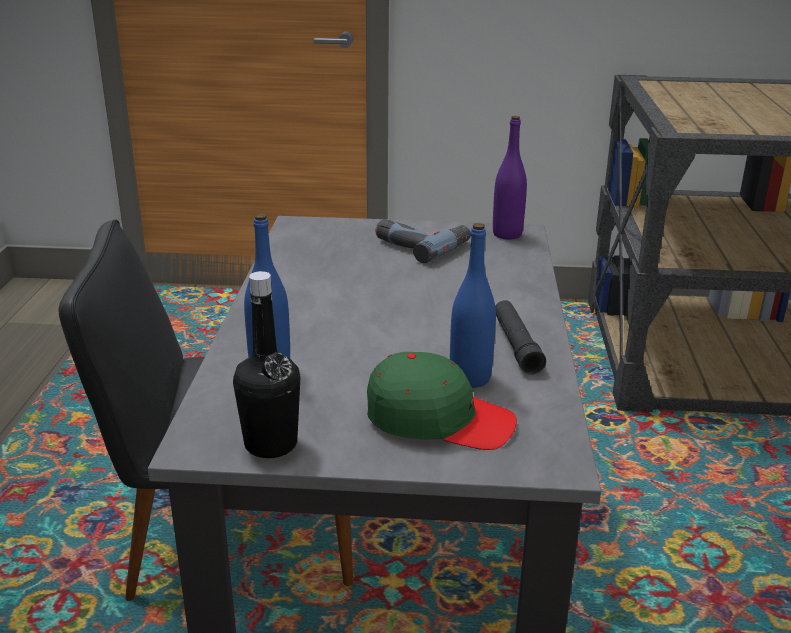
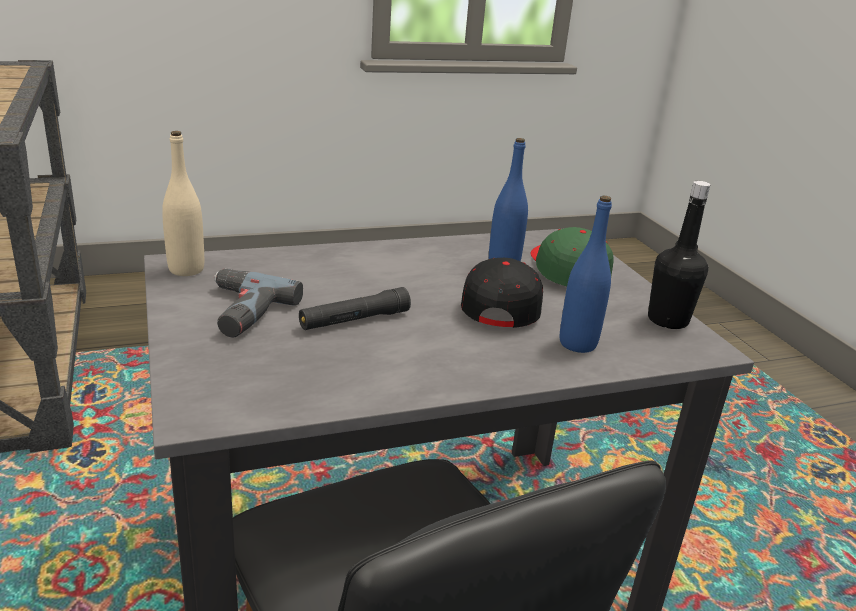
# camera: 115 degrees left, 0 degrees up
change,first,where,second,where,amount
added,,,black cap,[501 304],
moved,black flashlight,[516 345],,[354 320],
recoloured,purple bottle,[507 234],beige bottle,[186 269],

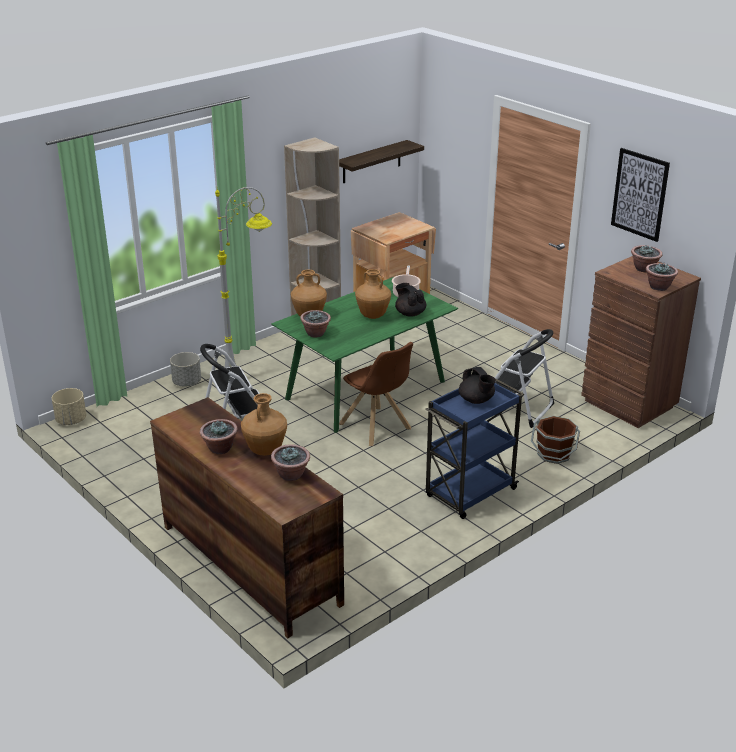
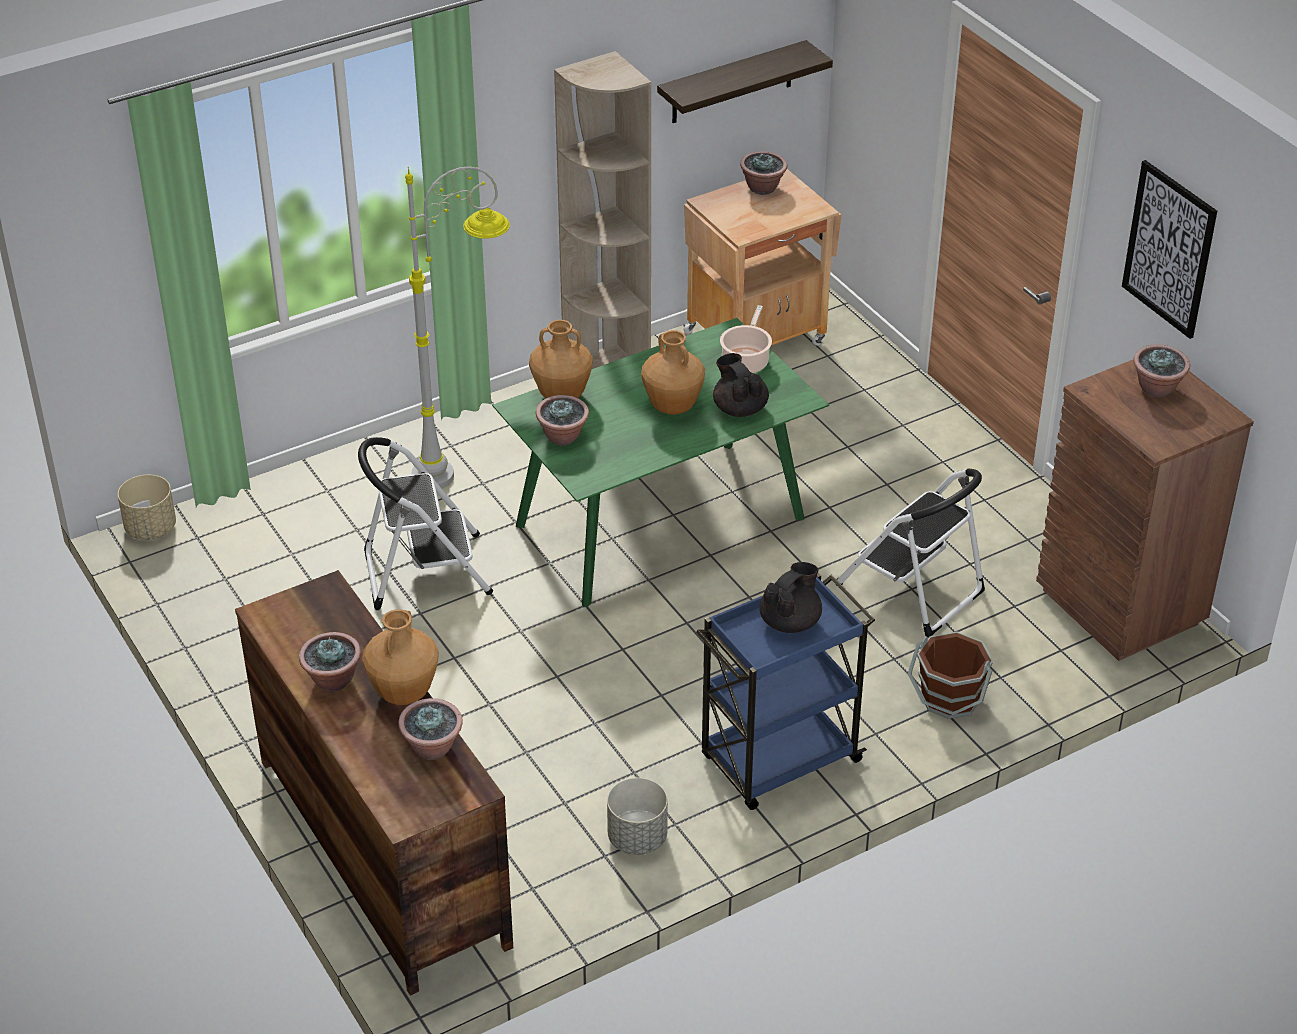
# camera: 10 degrees right, 10 degrees up
change,first,where,second,where,amount
removed,brown chair,[377 428],,,
moved,grey planter,[186 383],,[637 838],
moved,potted plant,[659 287],,[762 188],
turned,black teapot,[476 400],,[790 621],120 degrees counterclockwise

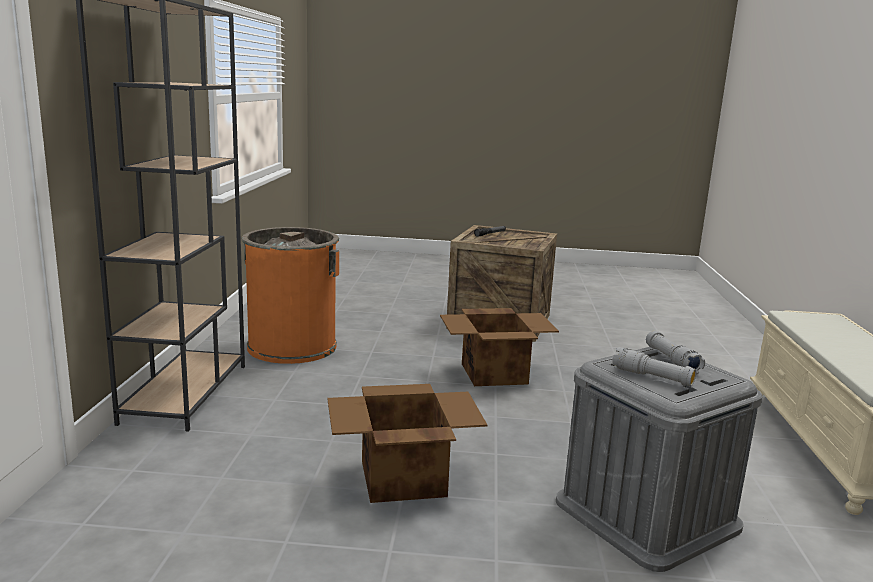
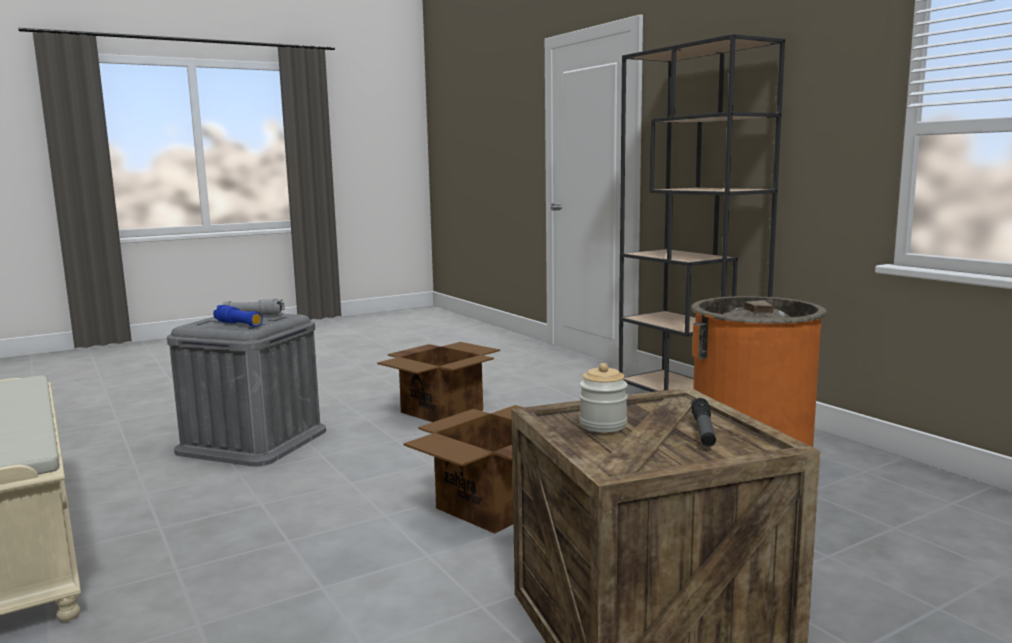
# camera: 145 degrees right, 5 degrees down
change,first,where,second,where,amount
added,,,jar,[603 425],
recoloured,grey flashlight,[672 360],blue flashlight,[239 324],

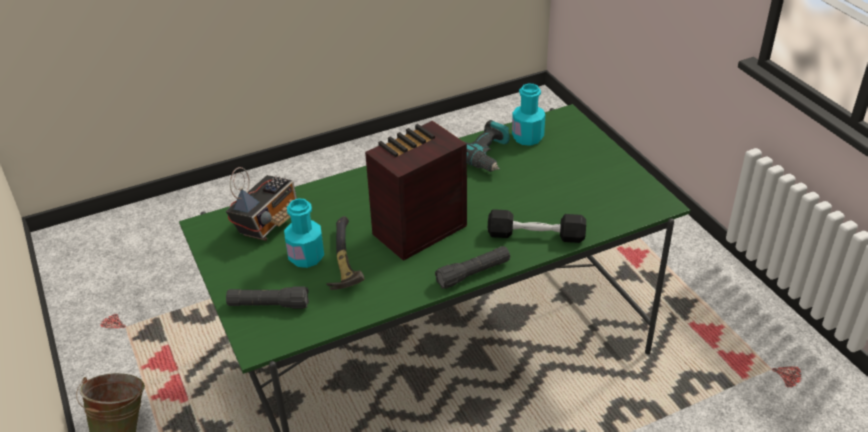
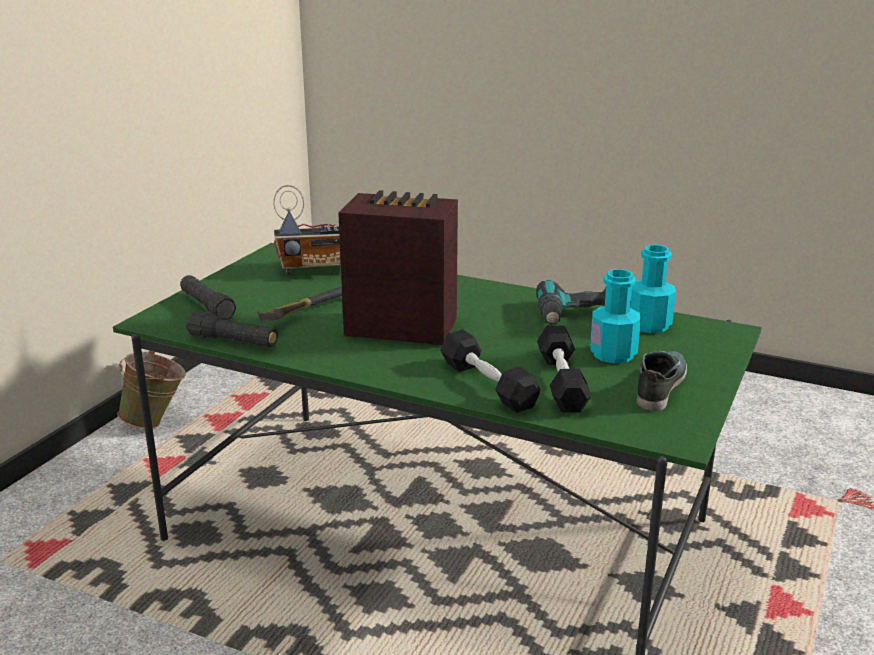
# camera: 50 degrees right, 15 degrees down
change,first,where,second,where,amount
added,,,black dumbbell,[562 382],
added,,,shoe,[659 386],
moved,turquoise bottle,[306 257],,[613 354],
moved,black flashlight,[473 274],,[233 342],

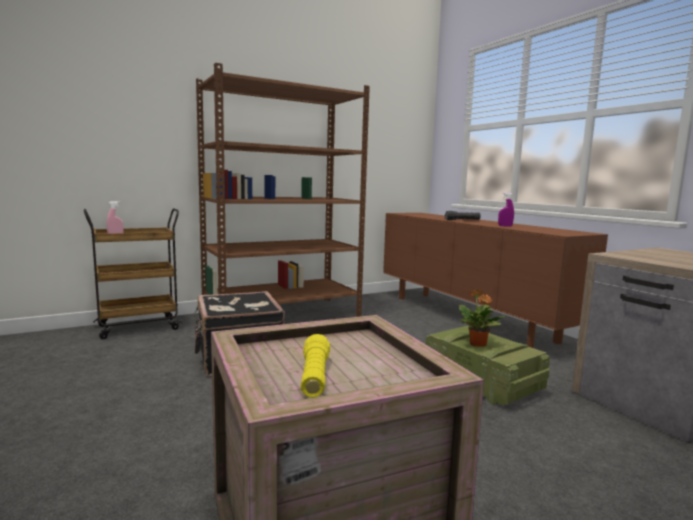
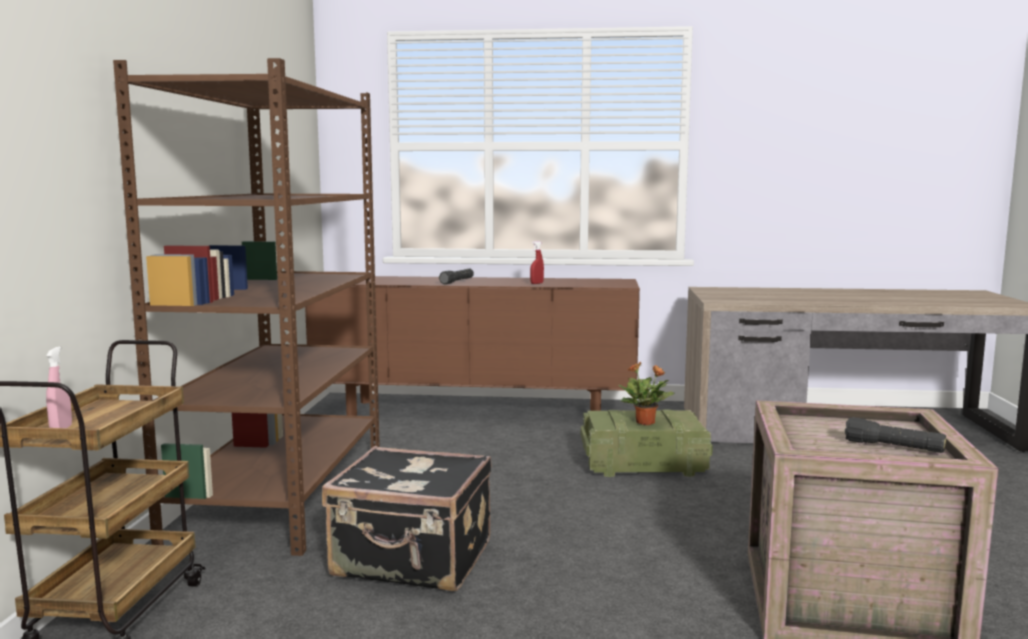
# camera: 55 degrees left, 0 degrees up
change,first,where,second,where,amount
recoloured,yellow flashlight,[314 377],black flashlight,[893 447],
recoloured,purple spray bottle,[505 226],red spray bottle,[537 283],

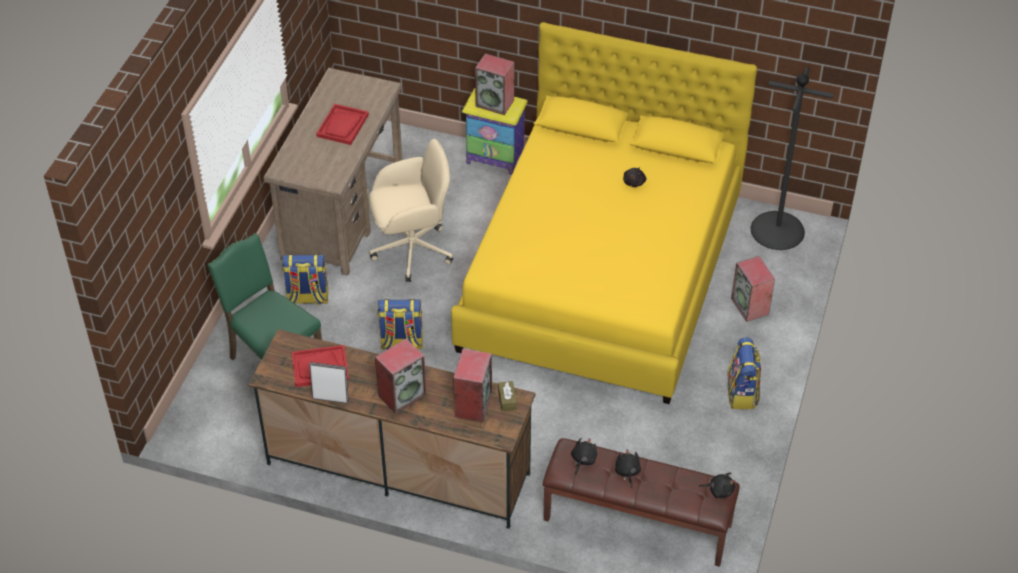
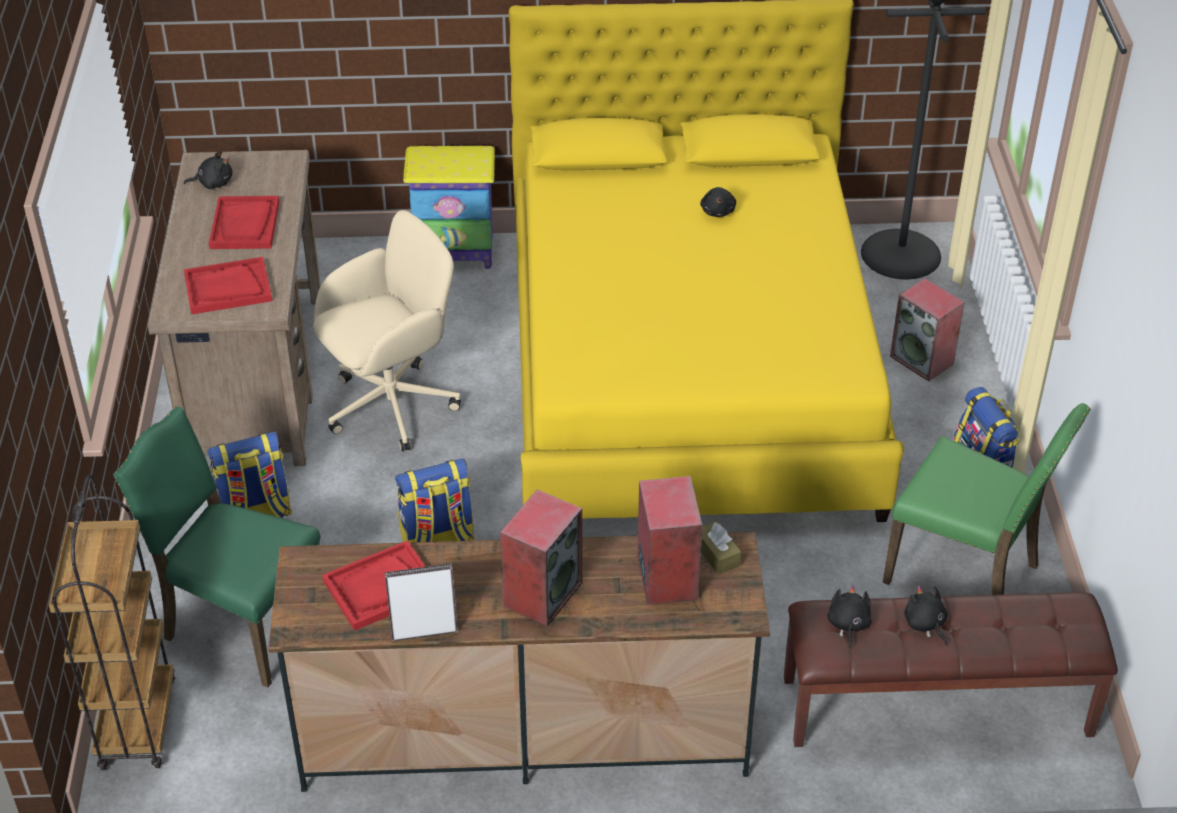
# camera: 20 degrees left, 5 degrees down
change,first,where,second,where,amount
removed,speaker,[495 103],,,
added,,,brown cart,[137 725],
added,,,red tray,[227 288],
added,,,green chair,[966 572],
moved,black plush toy,[719 490],,[213 183],

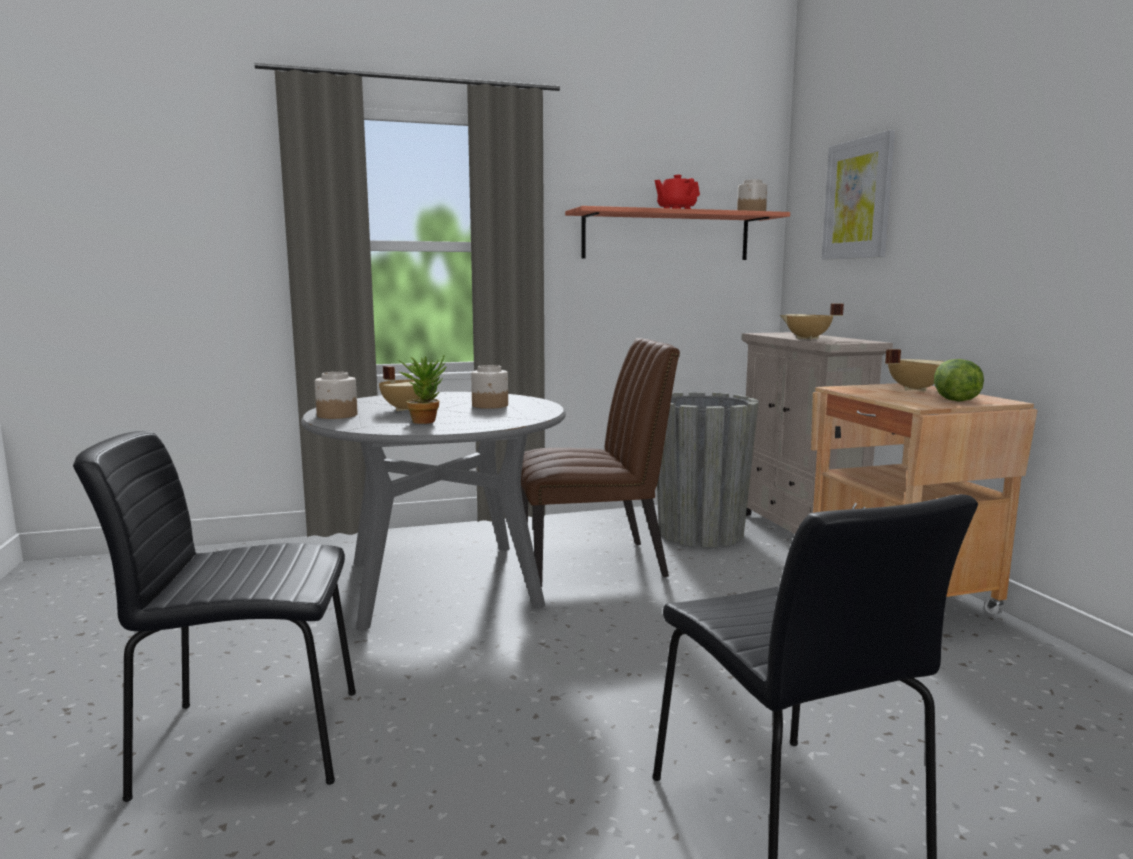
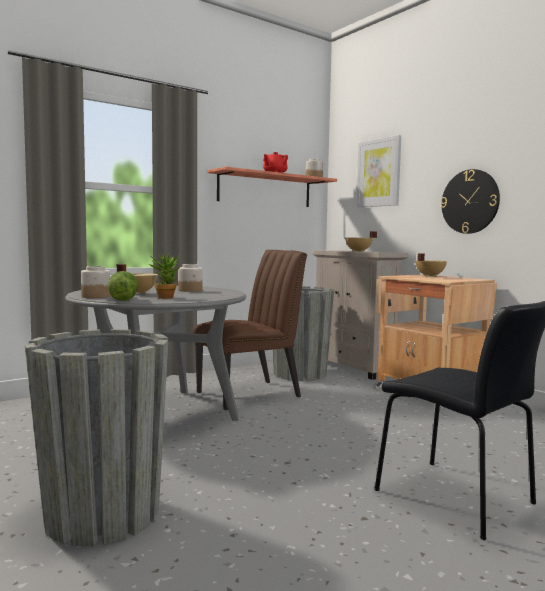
# camera: 20 degrees left, 5 degrees down
change,first,where,second,where,amount
added,,,wall clock,[470 201],
moved,lettuce,[953 400],,[122 300],
replaced,black chair,[243 742],grey planter,[102 515],

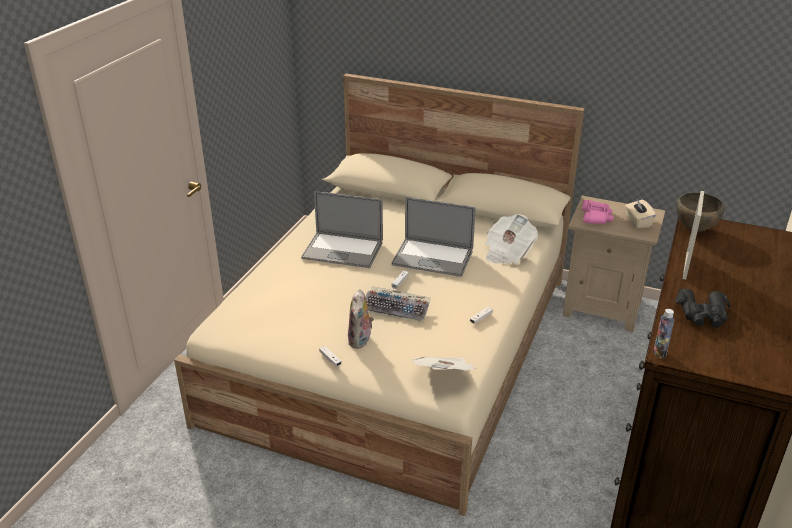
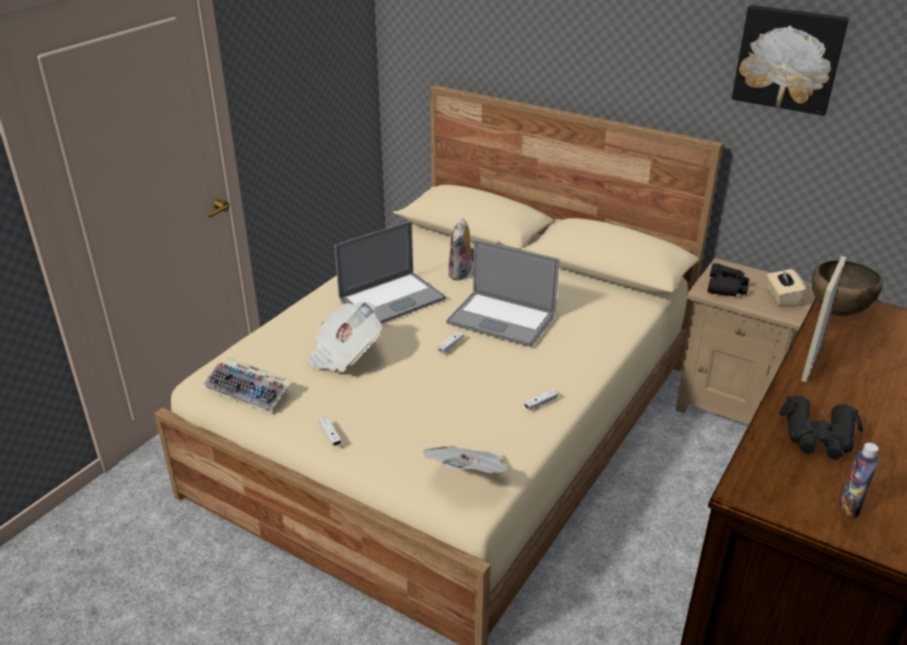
# camera: 10 degrees right, 0 degrees up
change,first,where,second,where,amount
added,,,picture,[788 59],
moved,plush toy,[361 341],,[461 274],
moved,keyboard,[397 309],,[250 391],
moved,newspaper,[507 252],,[344 354],
moved,bottle,[659 353],,[850 507],
recoloured,pink binoculars,[596 217],black binoculars,[726 287],
turned,laptop,[342 250],,[392 299],60 degrees counterclockwise

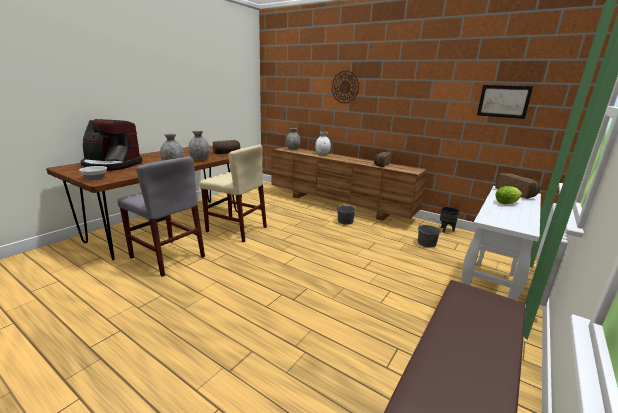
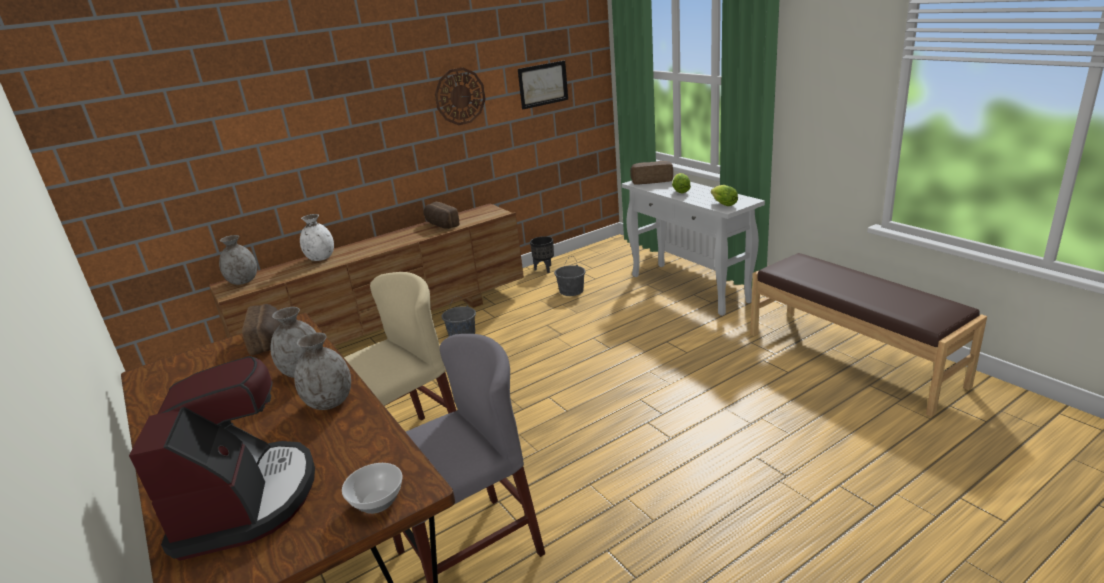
# camera: 65 degrees left, 5 degrees up
change,first,where,second,where,amount
added,,,lettuce,[722 204],
moved,wall clock,[345 87],,[460 96],
turned,coffee machine,[111 165],,[246 500],45 degrees counterclockwise

